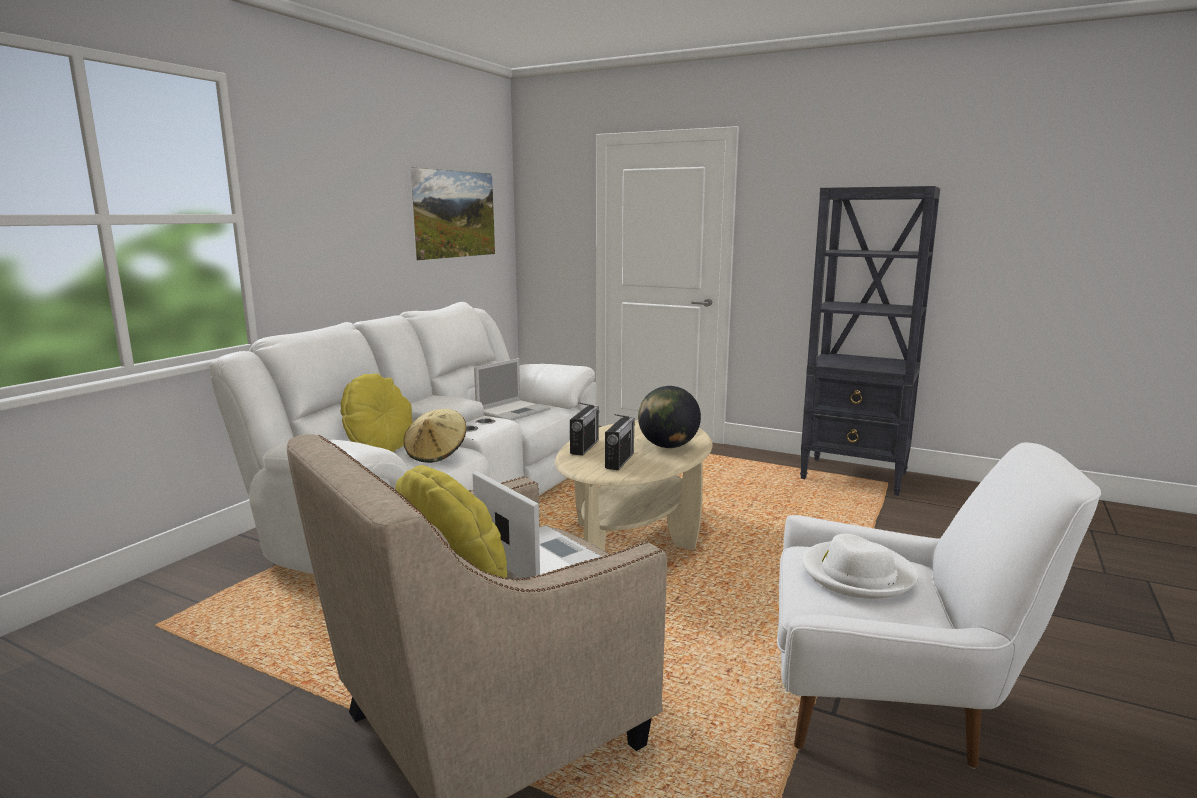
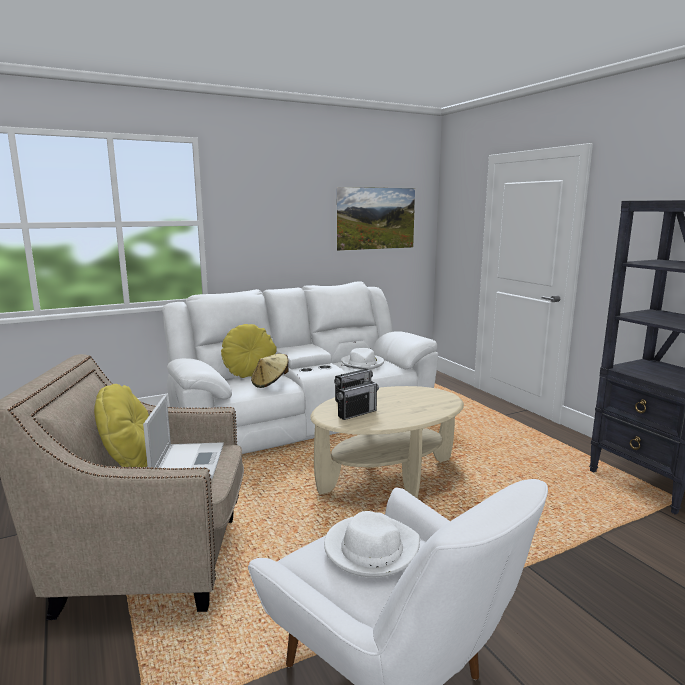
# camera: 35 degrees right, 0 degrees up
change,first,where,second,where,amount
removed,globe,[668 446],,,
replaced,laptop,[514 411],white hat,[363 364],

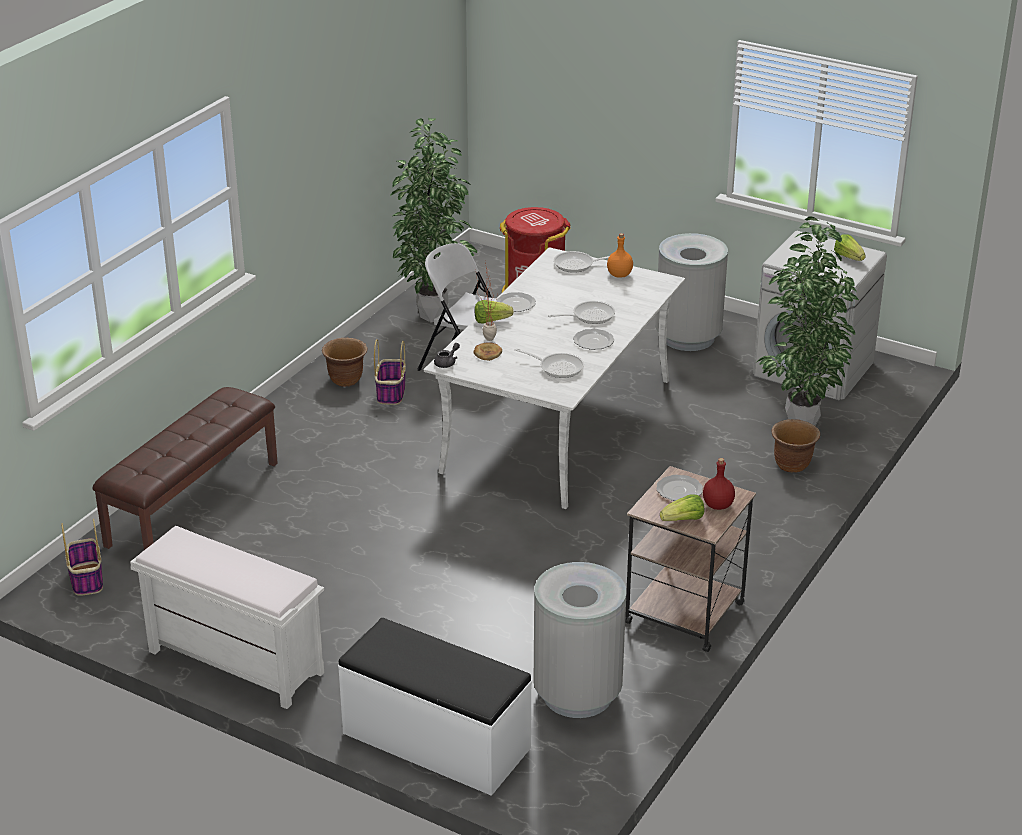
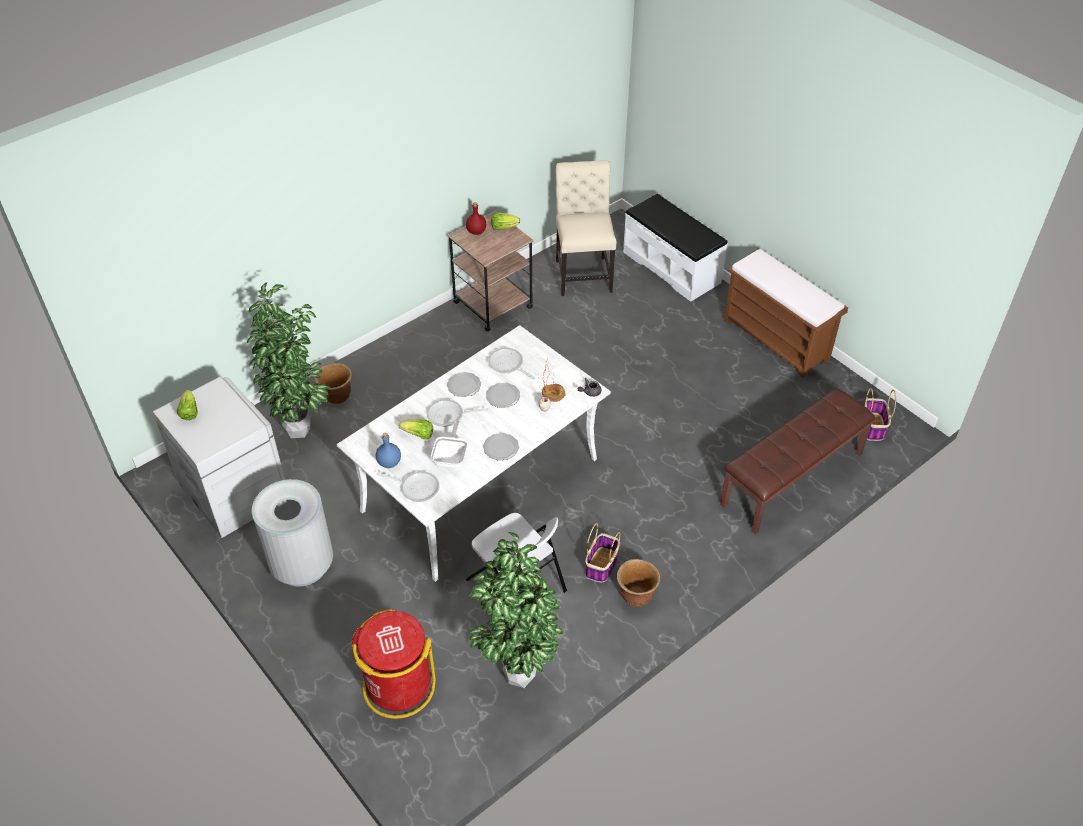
# camera: 160 degrees left, 15 degrees up
change,first,where,second,where,amount
added,,,frying pan,[451 457],
moved,lettuce,[491 321],,[418 435],
moved,plate,[679 490],,[502 396],
replaced,grey trash can,[577 694],beige chair,[583 273],
recoloured,white bench,[233 662],brown bench,[777 340],
recoloured,orange bottle,[620 275],blue bottle,[389 462],

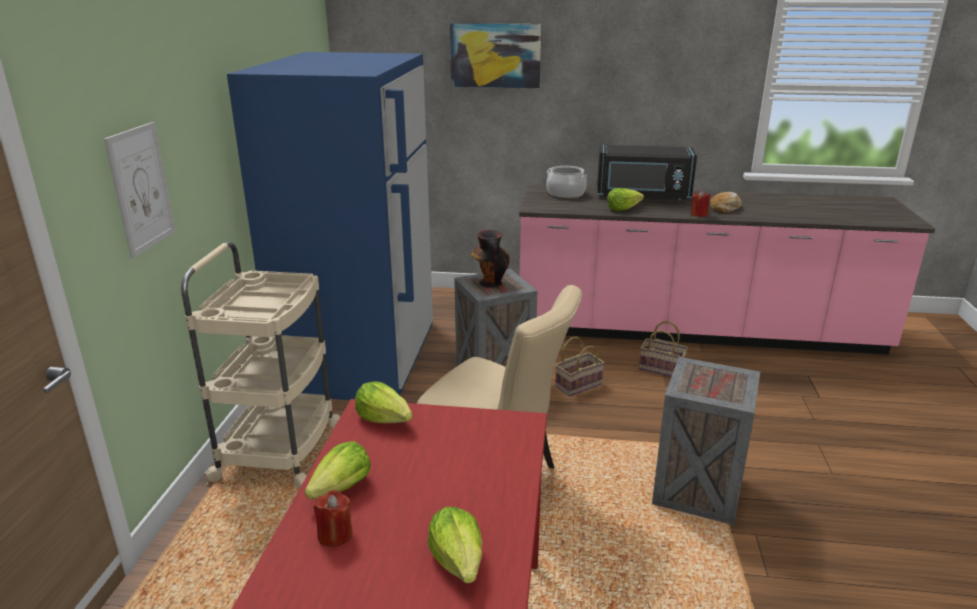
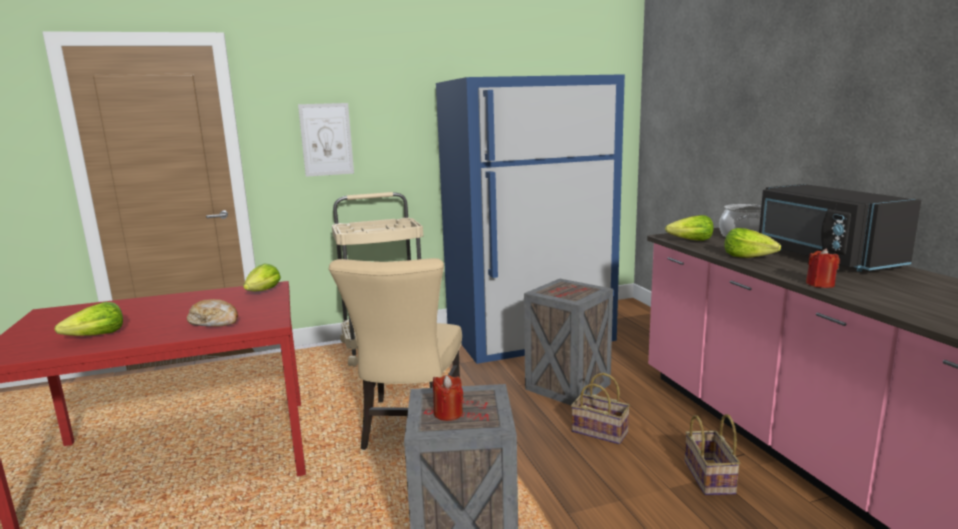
# camera: 65 degrees right, 10 degrees down
change,first,where,second,where,amount
removed,picture,[495 55],,,
removed,vase,[489 282],,,
moved,lettuce,[342 488],,[691 241],
moved,red candle,[335 535],,[448 413],
moved,bread,[725 208],,[214 322],

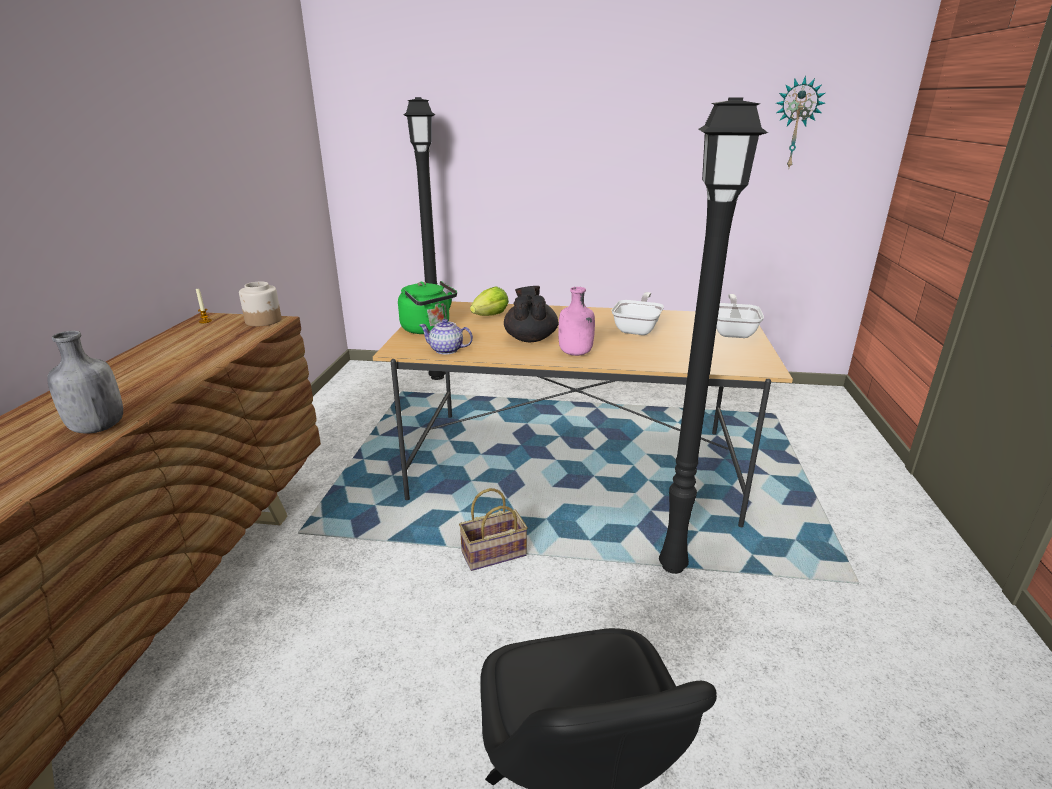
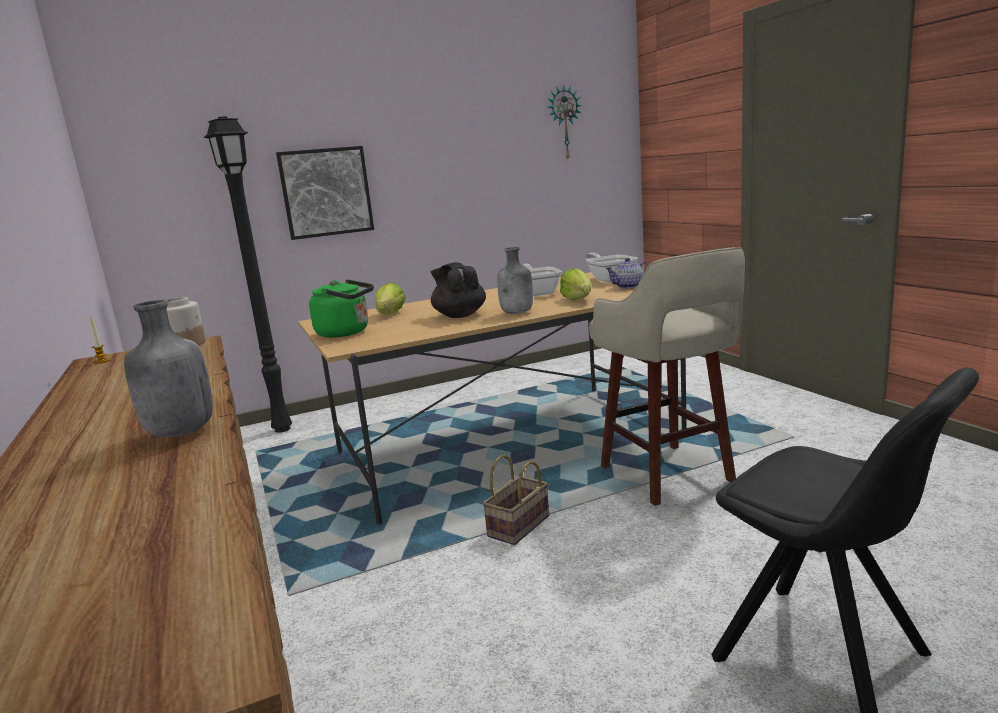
# camera: 30 degrees left, 10 degrees down
change,first,where,second,where,amount
added,,,picture,[326 192],
added,,,lettuce,[578 300],
moved,teapot,[447 350],,[629 286],
replaced,black floor lamp,[671 567],beige stool,[668 476],
recoloured,pink bottle,[575 353],grey bottle,[517 313],

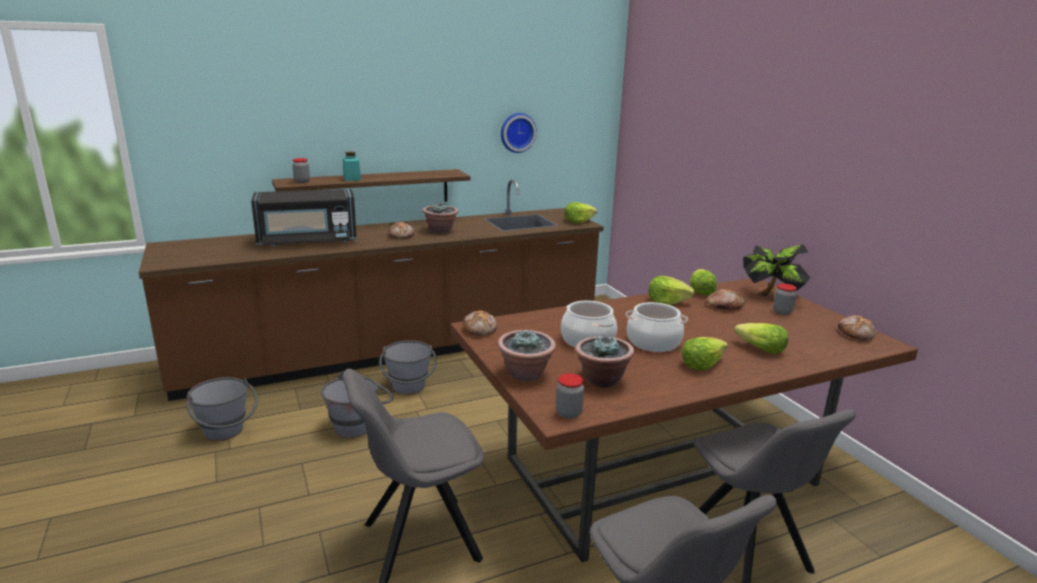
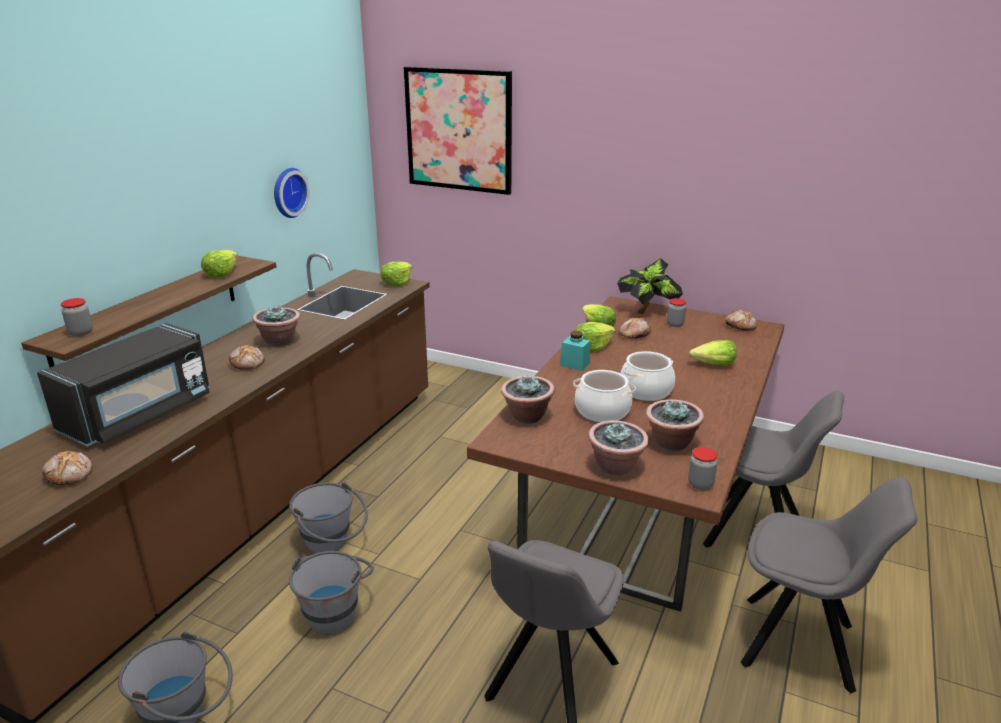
# camera: 40 degrees left, 5 degrees up
change,first,where,second,where,amount
added,,,picture,[459 130],
added,,,potted plant,[527 416],
moved,turquoise jar,[352 178],,[575 364],
moved,bread,[480 329],,[70 474],
moved,lettuce,[701 364],,[221 274],

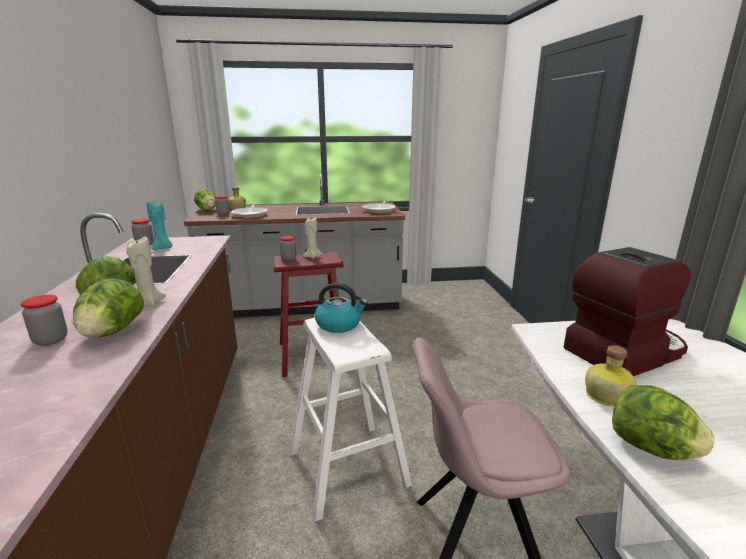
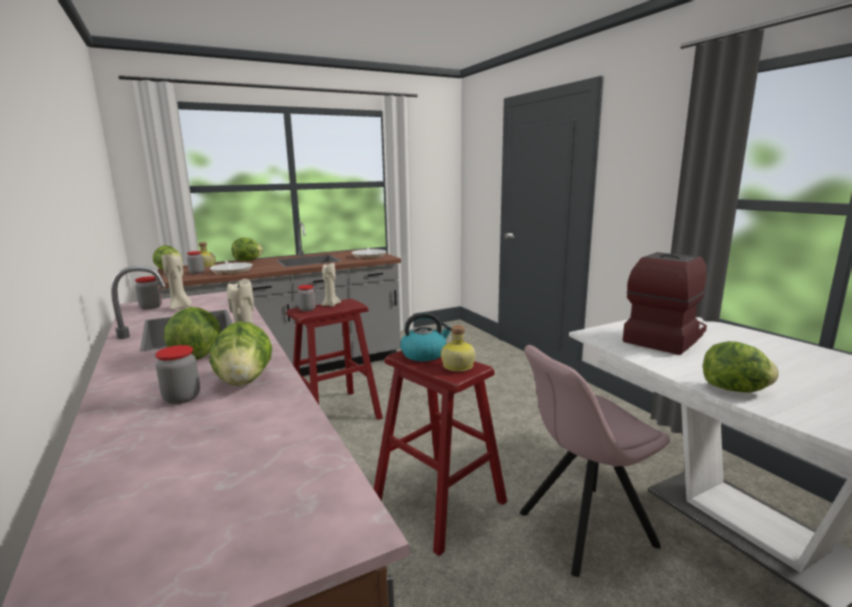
# camera: 20 degrees left, 5 degrees down
change,first,where,second,where,amount
added,,,lettuce,[248 260],
moved,bottle,[605 396],,[456 366],
recoloured,turquoise candle,[163 248],beige candle,[180 308],
recoloured,white stool,[347 467],red stool,[438 503],

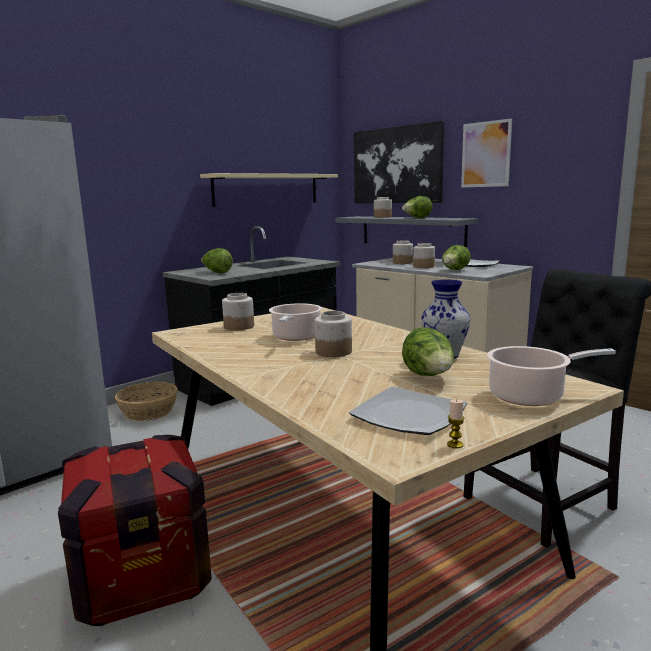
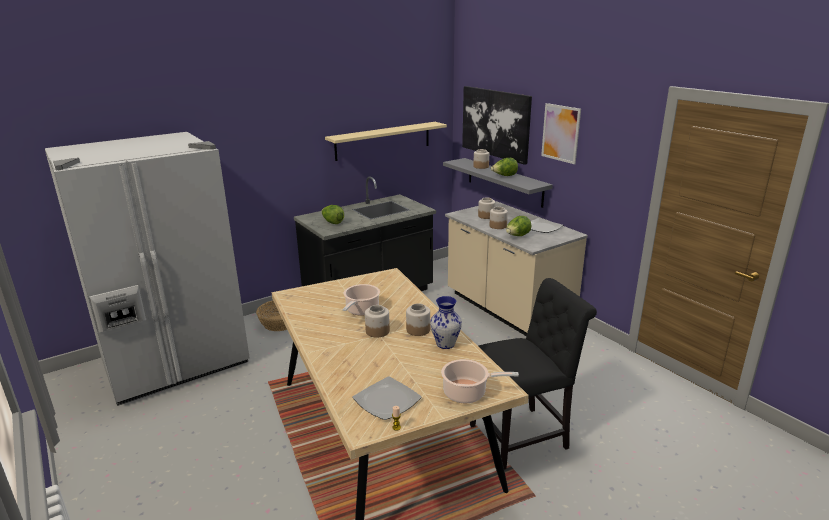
# camera: 10 degrees right, 10 degrees up
change,first,where,second,where,amount
removed,crate,[142 577],,,
removed,lettuce,[429 377],,,
moved,jar,[239 326],,[418 330],

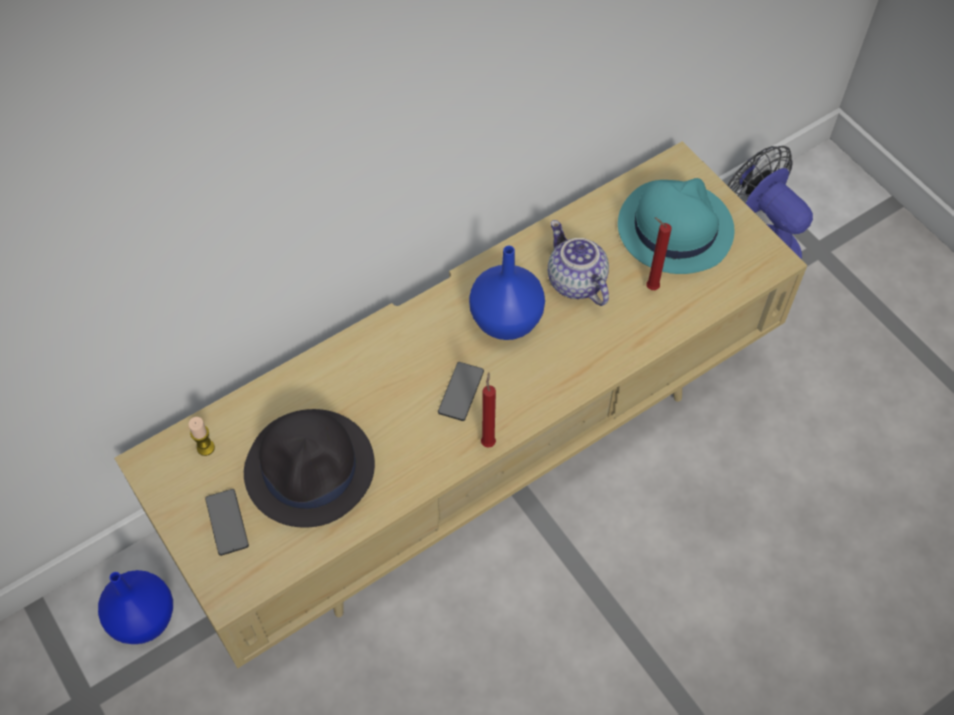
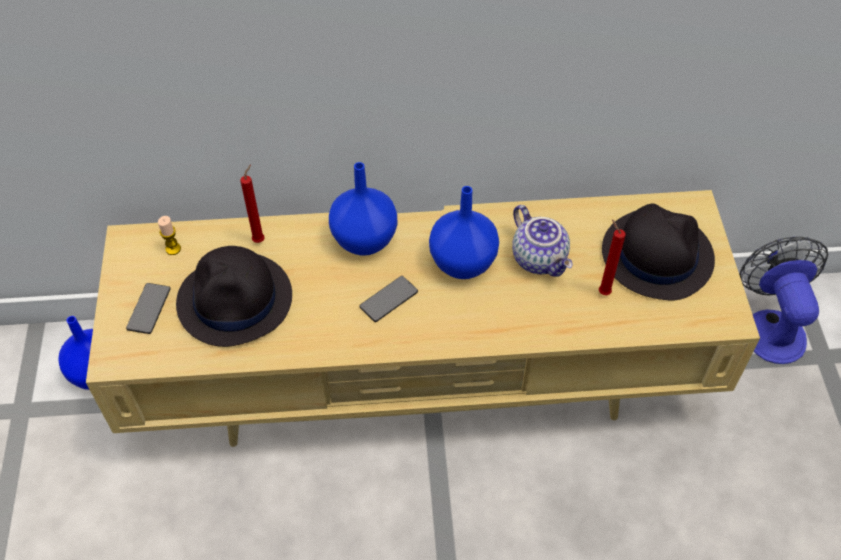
# camera: 30 degrees right, 5 degrees down
change,first,where,second,where,amount
added,,,blue vase,[366 240],
moved,red candle,[488 441],,[260 239],
recoloured,turquoise hat,[674 228],black hat,[656 254],
turned,teapot,[574 282],,[540 259],150 degrees clockwise

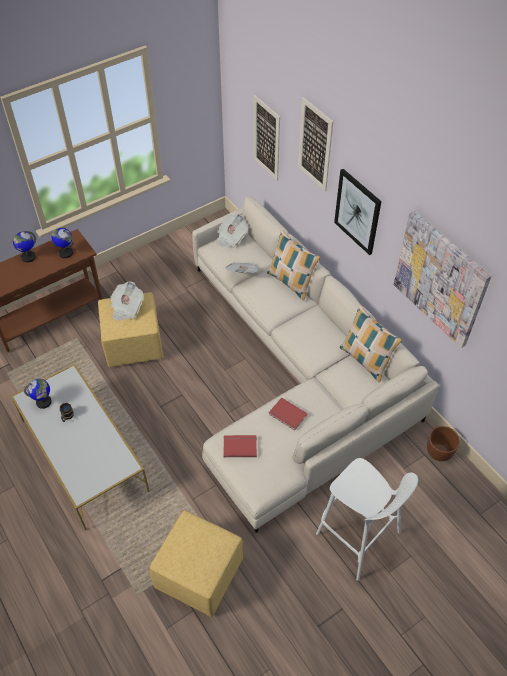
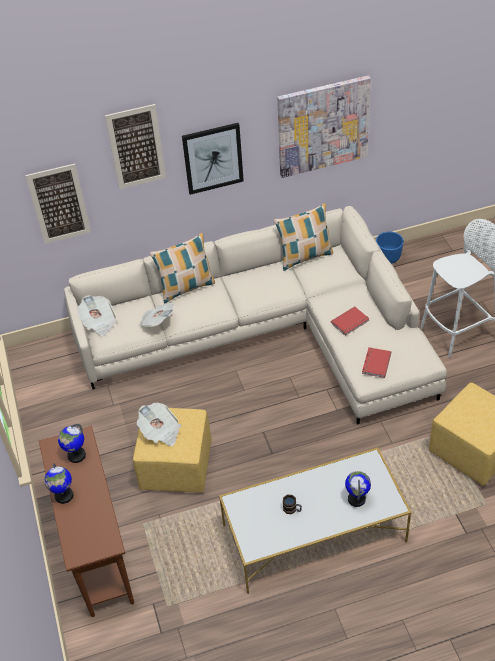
# camera: 70 degrees left, 5 degrees down
change,first,where,second,where,amount
moved,globe,[44 402],,[357 499],
recoloured,brown planter,[439 452],blue planter,[388 258],

